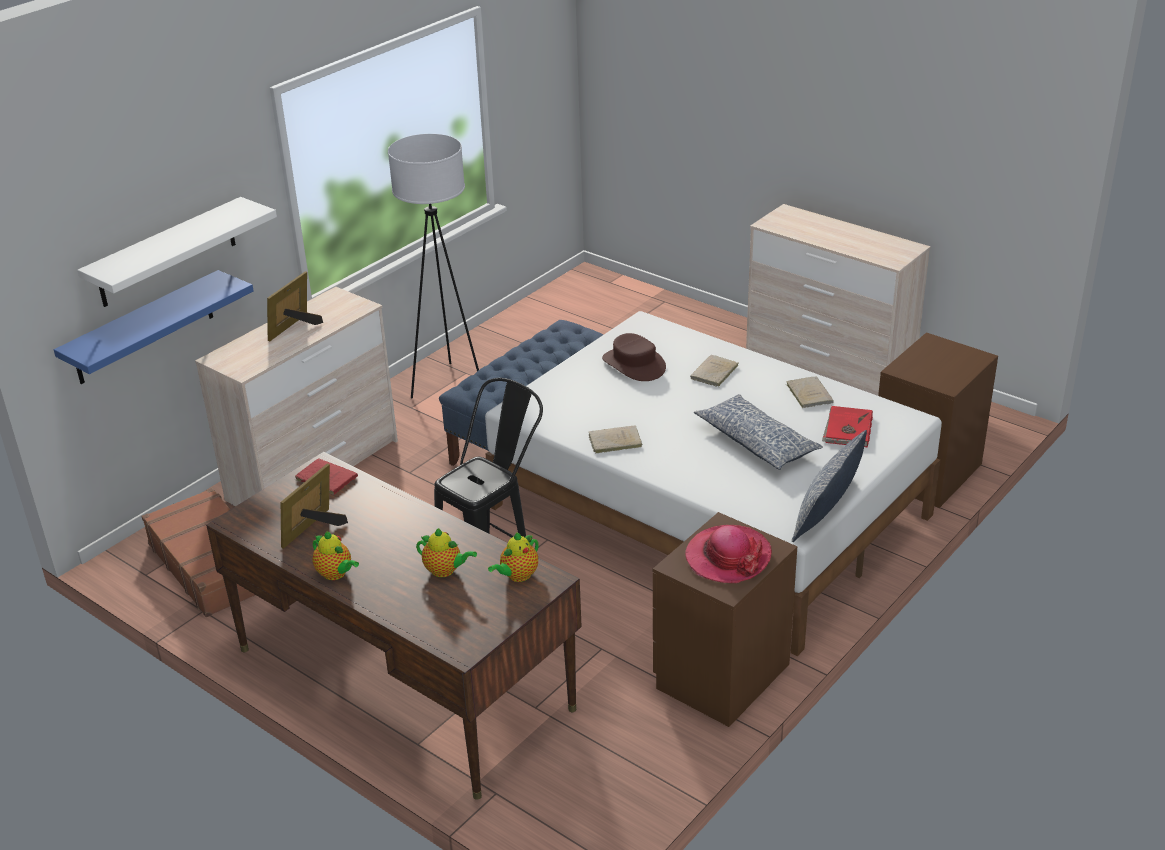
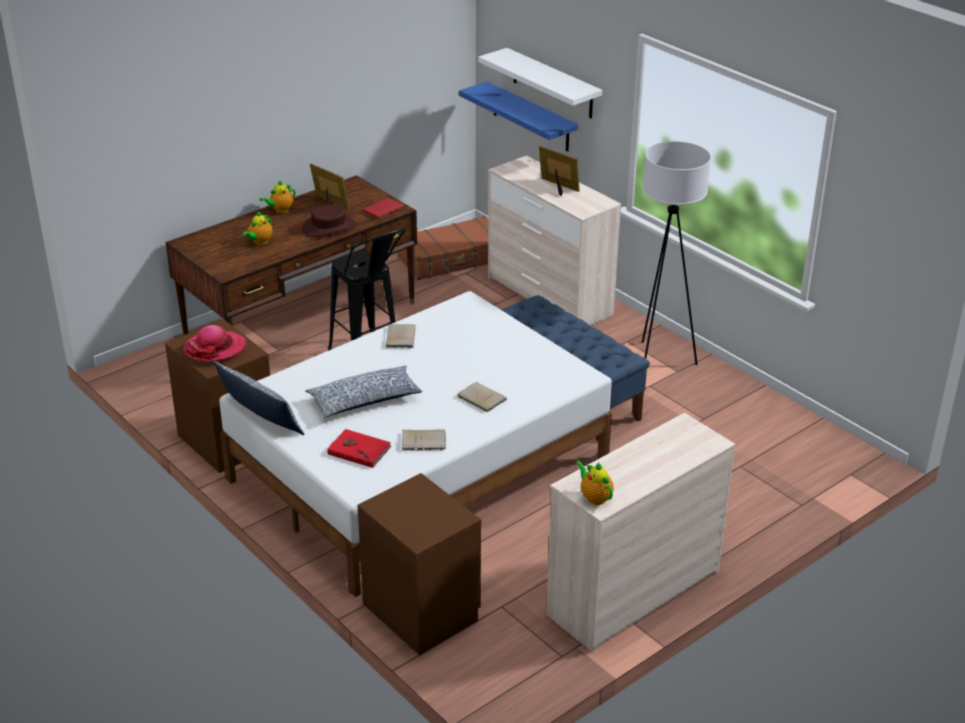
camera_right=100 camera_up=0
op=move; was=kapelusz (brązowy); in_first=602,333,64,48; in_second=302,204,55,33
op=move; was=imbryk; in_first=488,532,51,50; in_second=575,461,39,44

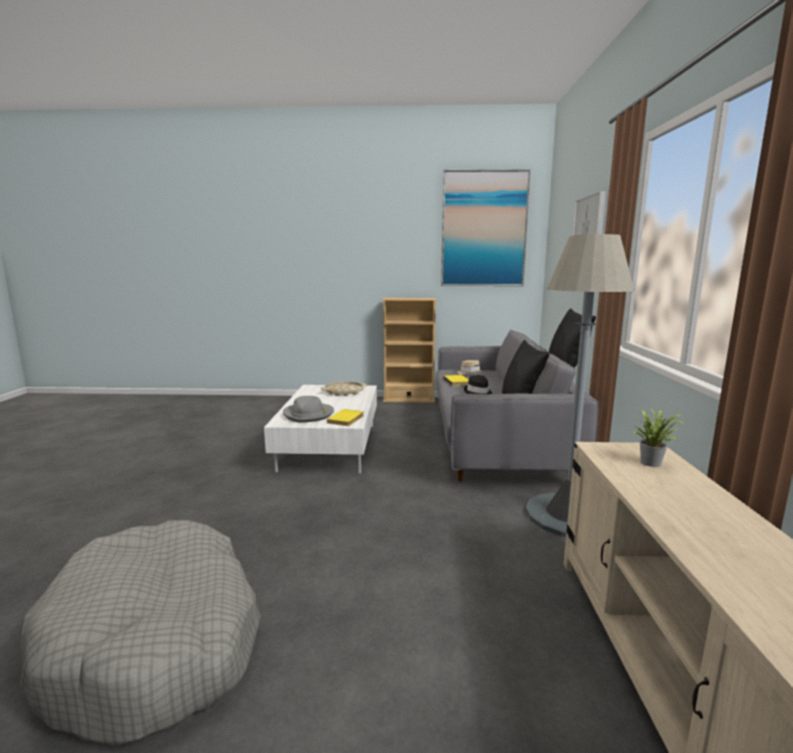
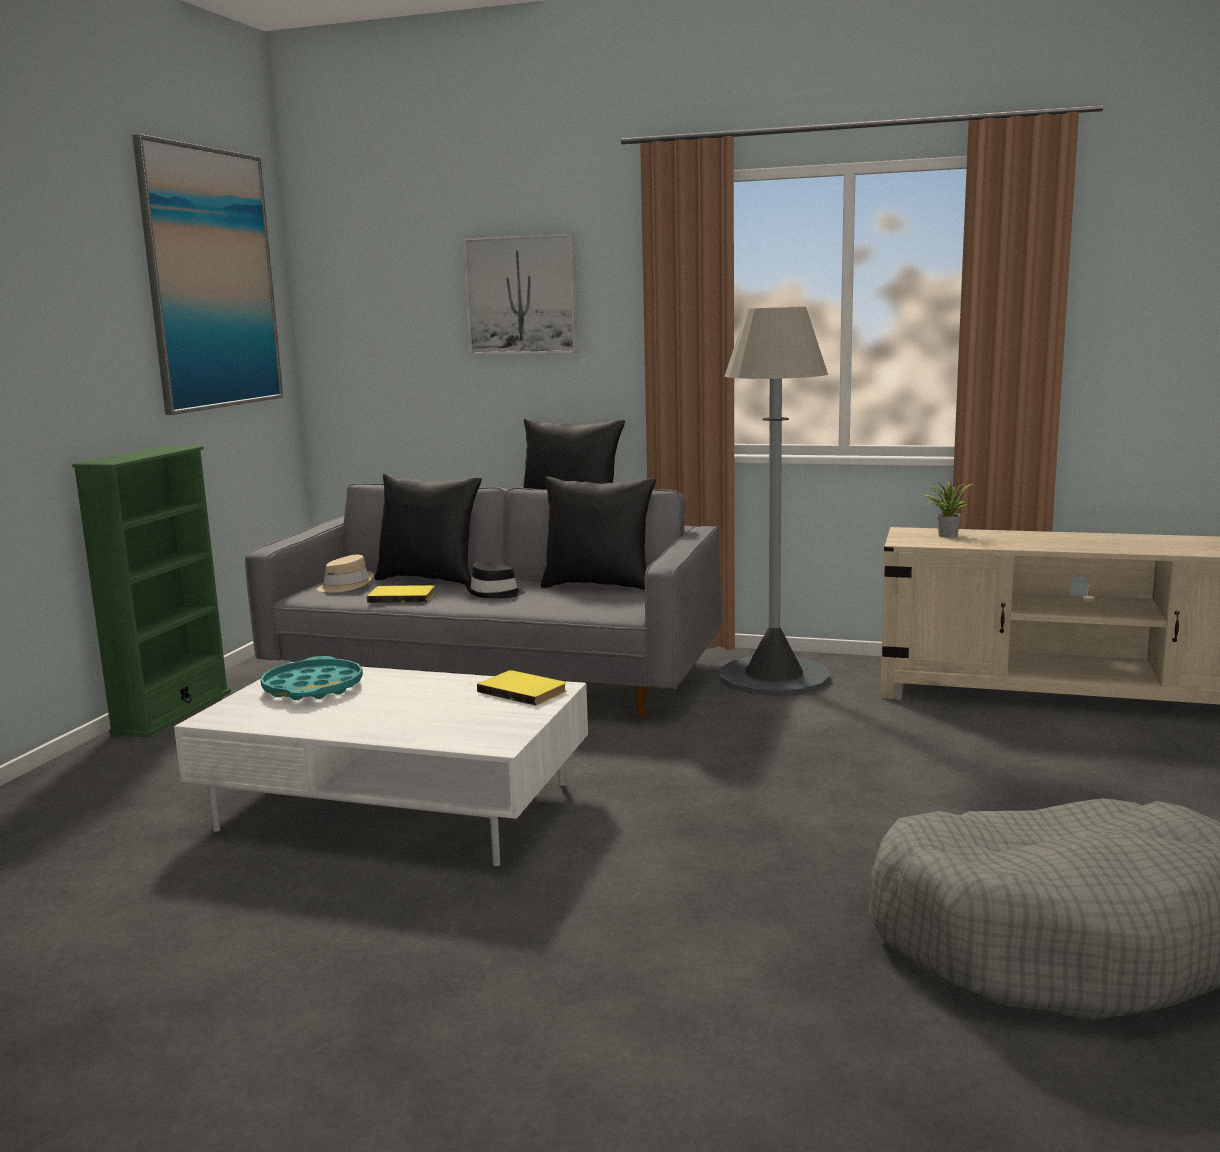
camera_right=-75 camera_up=0
op=recolor; was=regał (beżowy); now=regał (zielony); in_first=382,298,55,105; in_second=72,446,159,291
op=recolor; was=taca (beżowy); now=taca (turkusowy); in_first=321,381,46,15; in_second=260,656,103,44
op=delete; was=kapelusz (szary); in_first=283,396,51,27
op=insert; now=poduszka (czarny); in_second=374,474,108,111

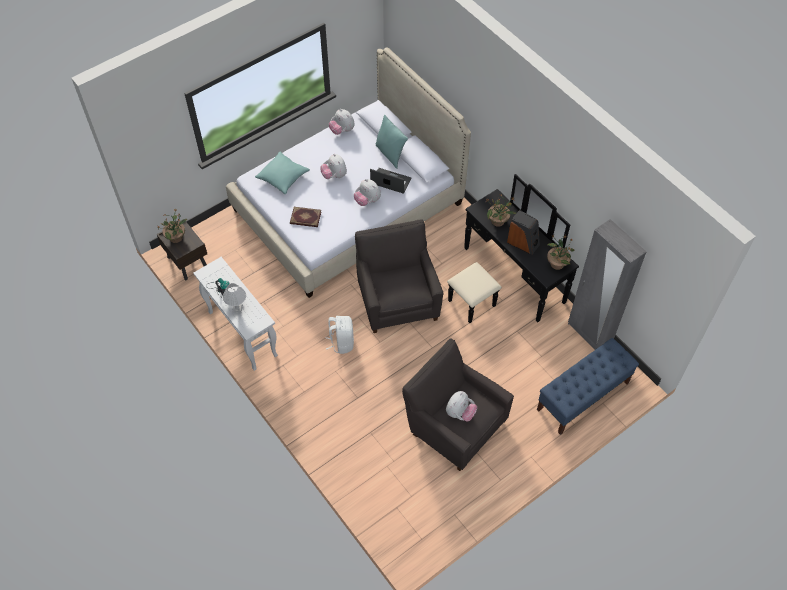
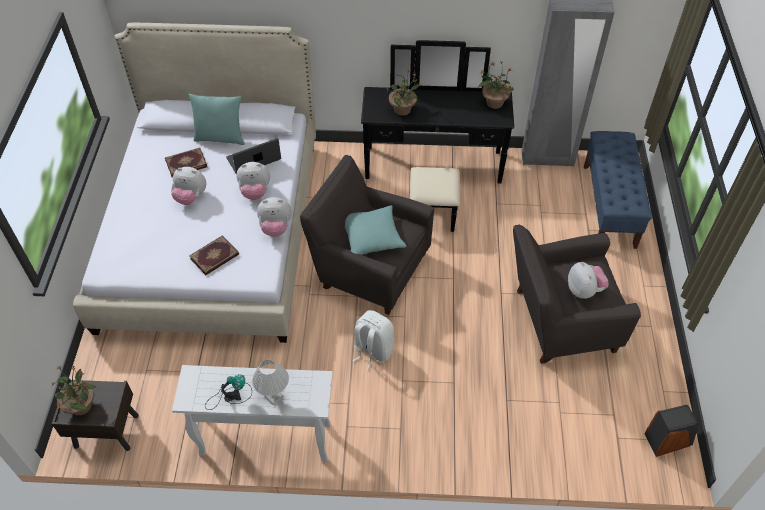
camera_right=-50 camera_up=-5
op=move; was=pluszak; in_first=329,109,26,26; in_second=257,197,35,40
op=move; was=poduszka (turkusowy); in_first=255,151,55,43; in_second=345,206,62,49
op=move; was=głośnik; in_first=507,210,33,45; in_second=644,405,55,52
op=insert; now=książka; in_second=165,148,42,29

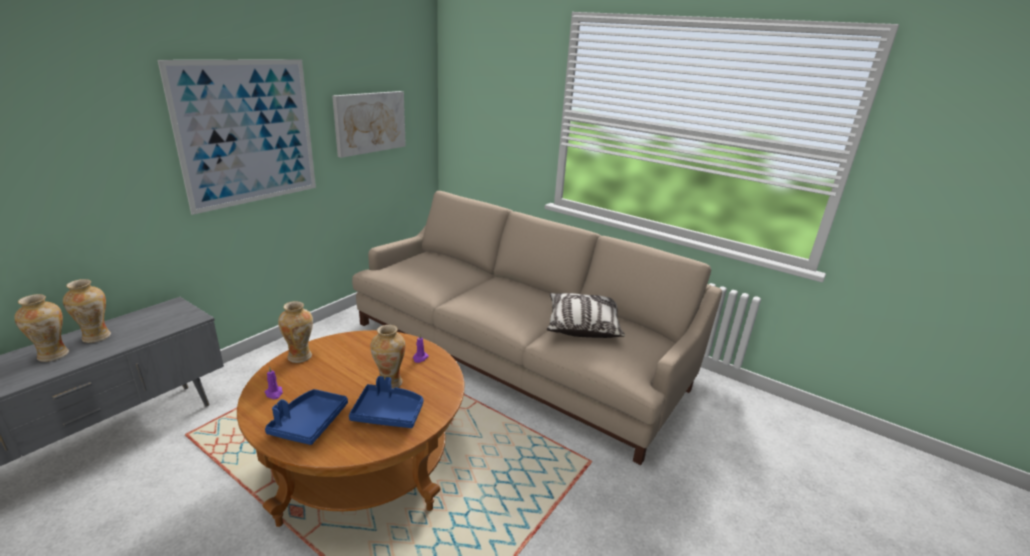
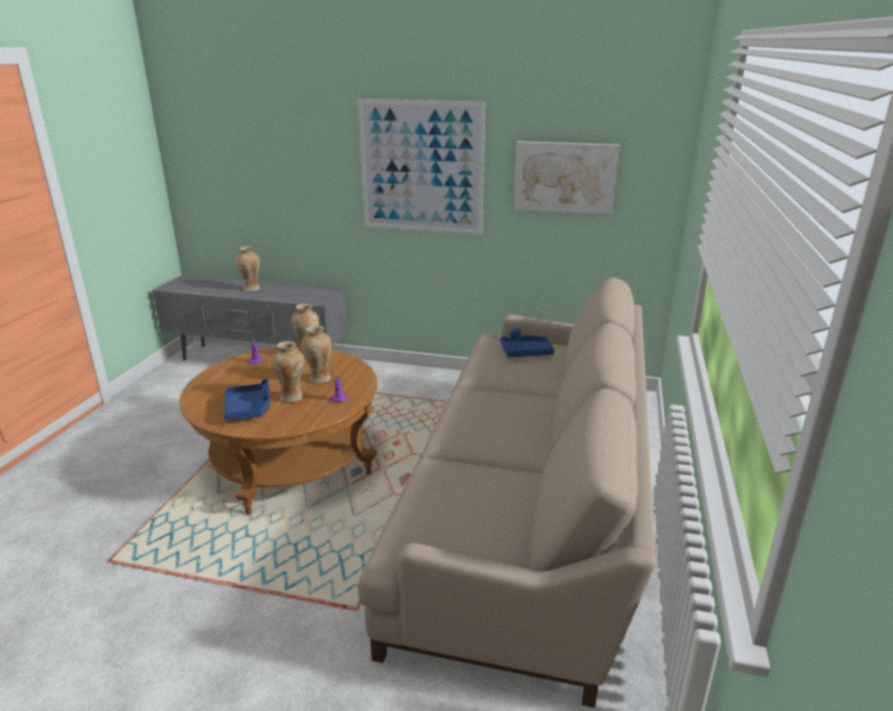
camera_right=70 camera_up=0
op=move; was=wazon; in_first=63,279,48,64; in_second=301,325,31,59
op=delete; was=poduszka; in_first=547,293,78,45
op=move; was=taca (niebieski); in_first=265,389,83,56; in_second=500,328,54,29

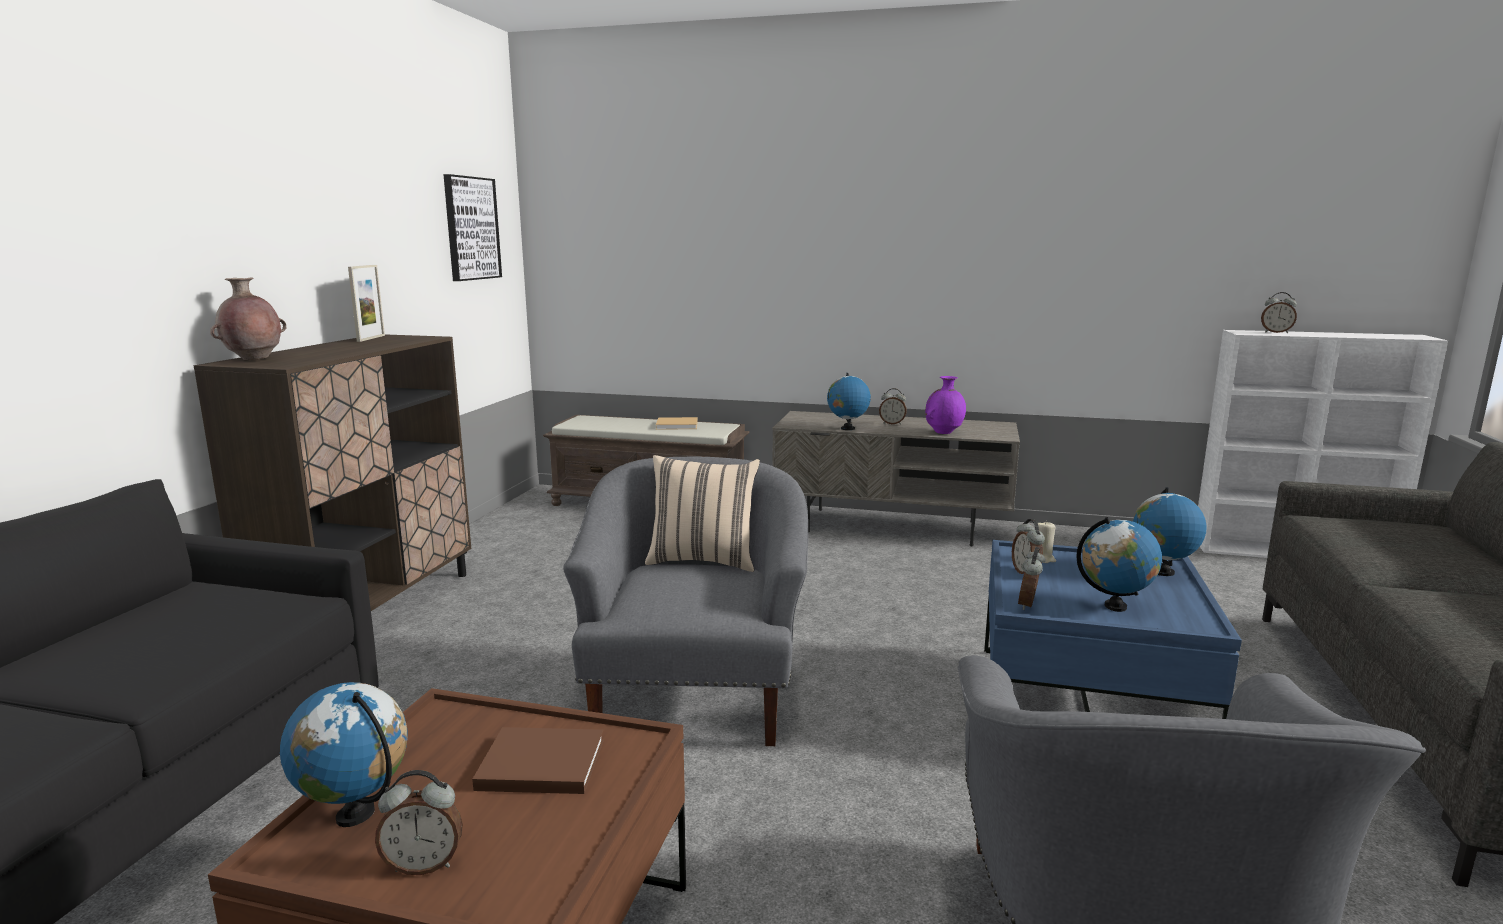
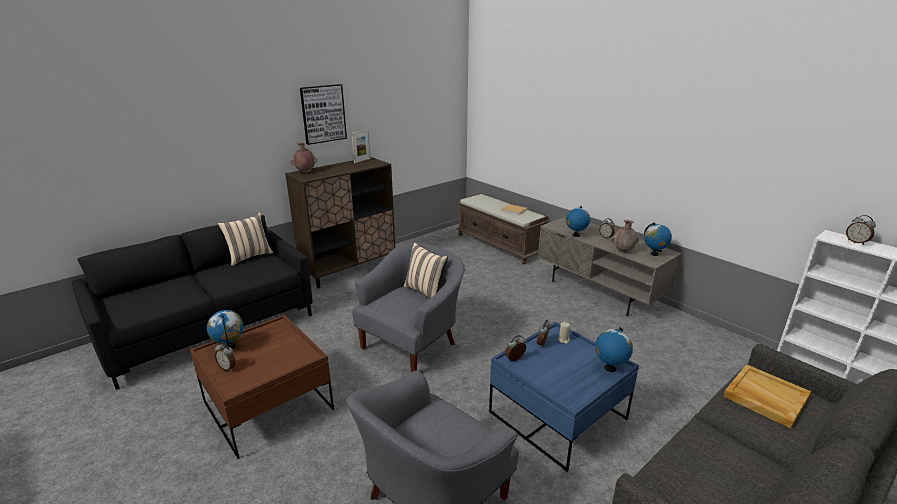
camera_right=35 camera_up=10
op=move; was=obraz; in_first=443,174,59,107; in_second=300,84,47,61
op=recolor; was=wazon (fioletowy); now=wazon (brązowy); in_first=925,376,41,58; in_second=611,220,28,32
op=move; was=globus; in_first=1076,517,86,95; in_second=644,222,28,34
op=delete; was=książka (brązowy); in_first=472,727,132,67
op=insert; now=poduszka (beżowy); in_second=218,212,55,54
op=insert; now=taca (beżowy); in_second=723,364,88,64

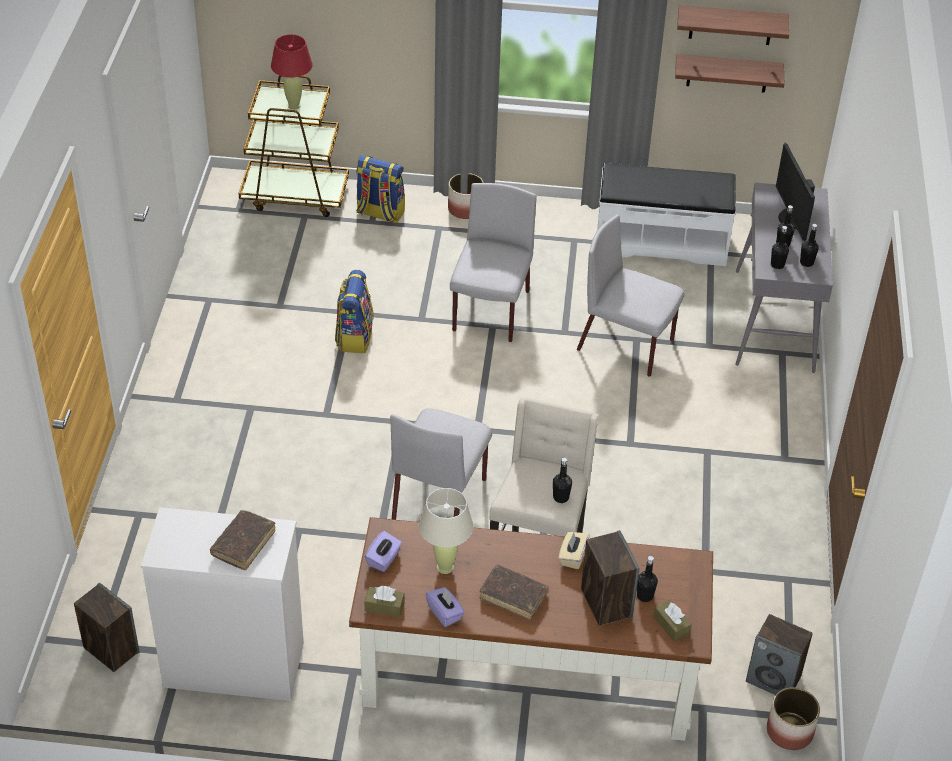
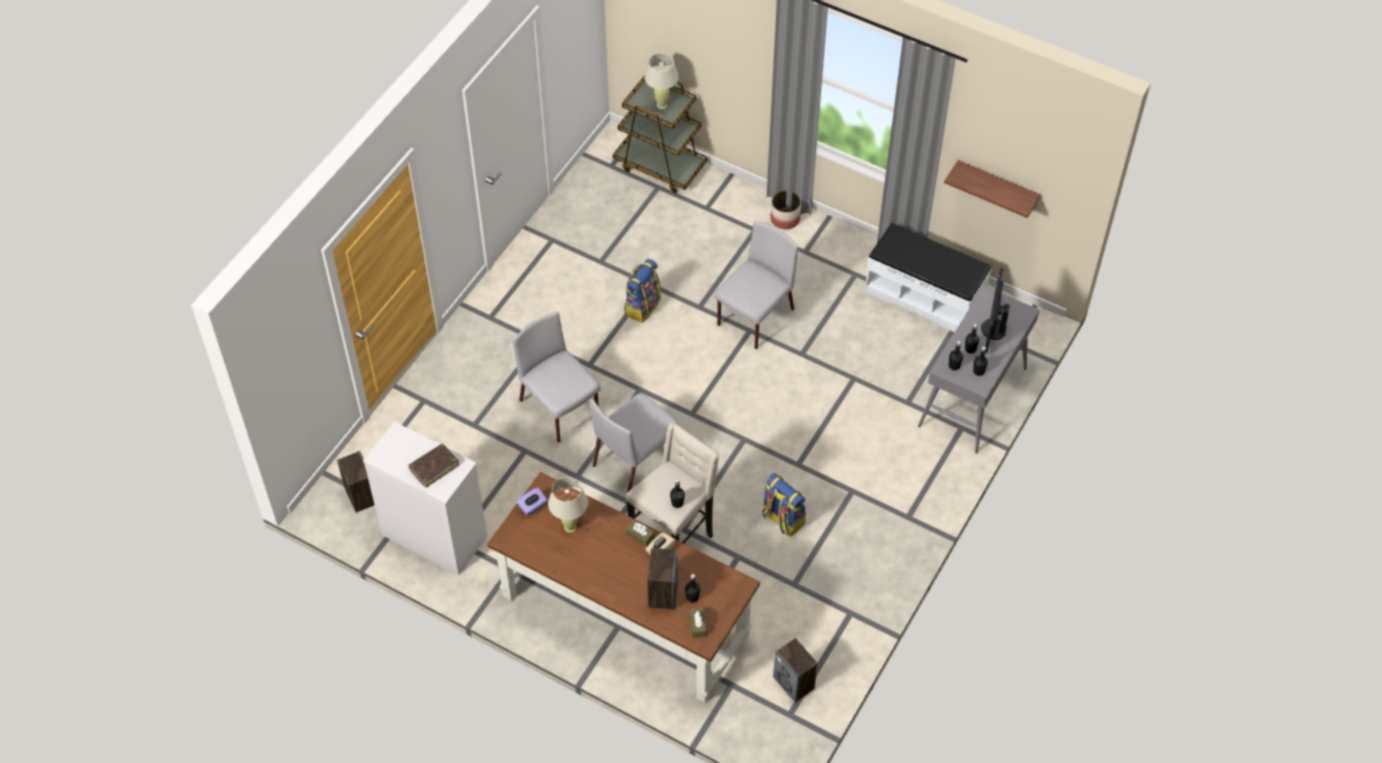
camera_right=25 camera_up=10
op=delete; was=półka; in_first=677,5,112,40
op=recolor; was=lampa stołowa (czerwony); now=lampa stołowa (beżowy); in_first=271,34,42,76; in_second=645,53,34,56
op=move; was=plecak; in_first=356,155,49,69; in_second=762,473,44,64
op=move; was=krzesło (szary); in_first=577,215,108,162; in_second=513,312,88,131
op=delete; was=książka (brązowy); in_first=479,564,70,56
op=move; was=pudełko chusteczek (brązowy); in_first=365,586,40,31; in_second=626,519,29,28
op=delete; was=pudełko chusteczek (fioletowy); in_first=426,587,39,40
op=delete; was=donica; in_first=767,687,53,63

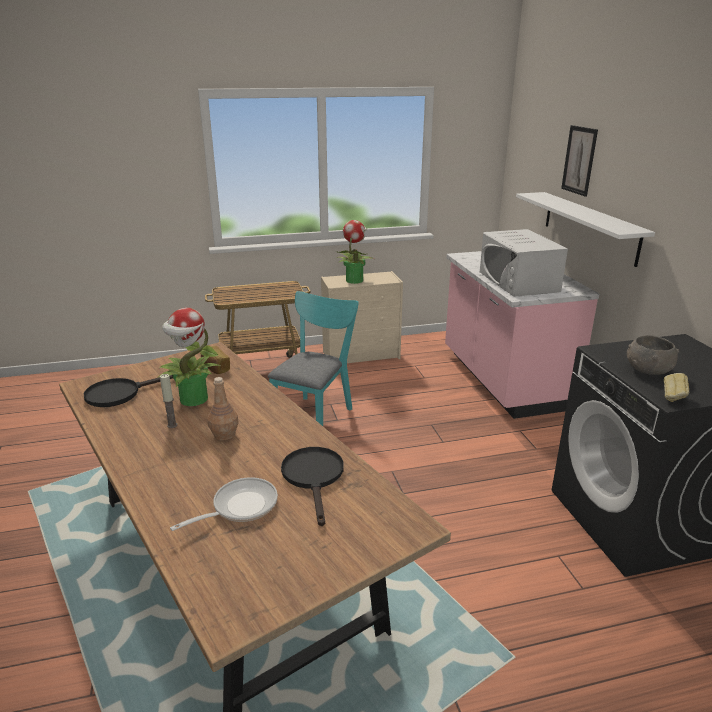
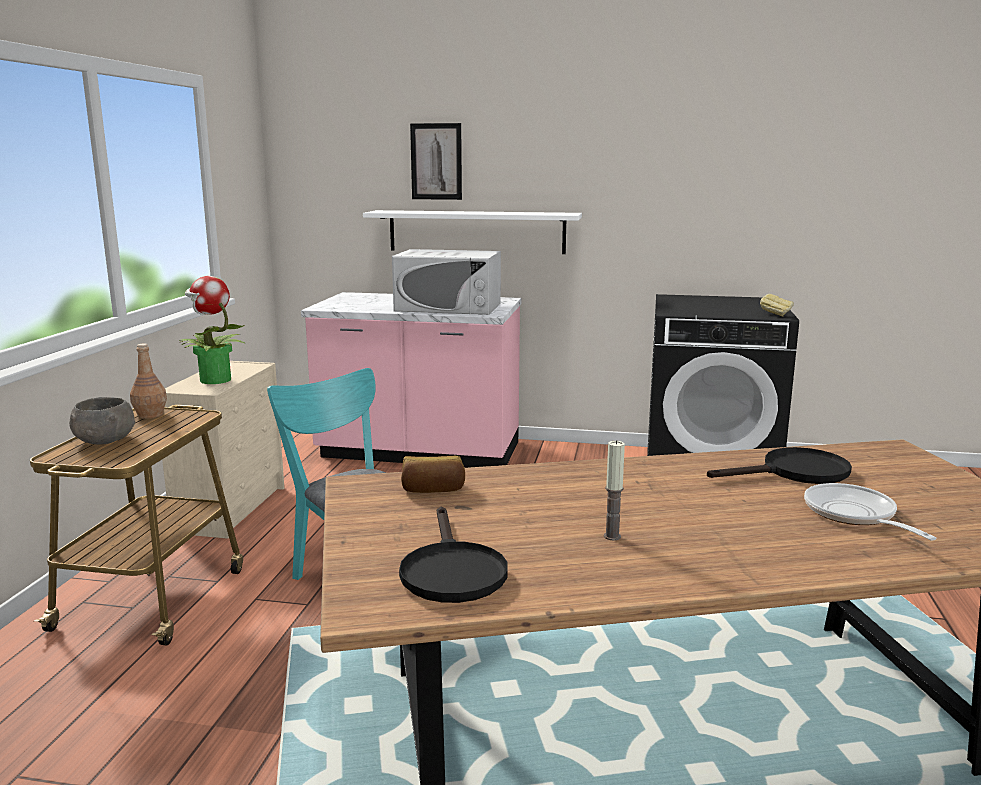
camera_right=-65 camera_up=-10
op=delete; was=roślina doniczkowa; in_first=157,308,64,98
op=move; was=miska (szary); in_first=627,335,52,40; in_second=69,397,66,48
op=move; was=butelka (brązowy); in_first=208,377,30,64; in_second=130,343,37,76
op=rotate; was=patelnia (czarny); in_first=281,447,63,79; in_second=707,447,145,37; clockwise=150

